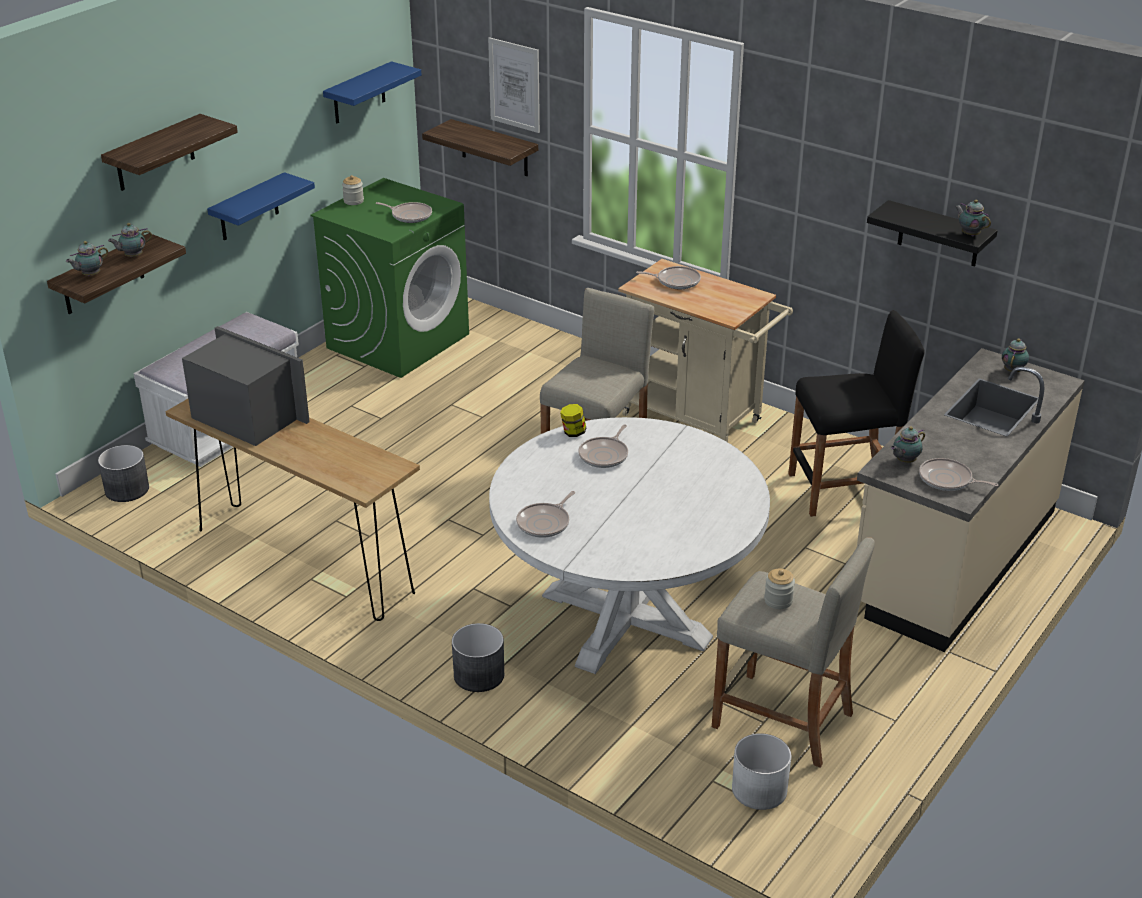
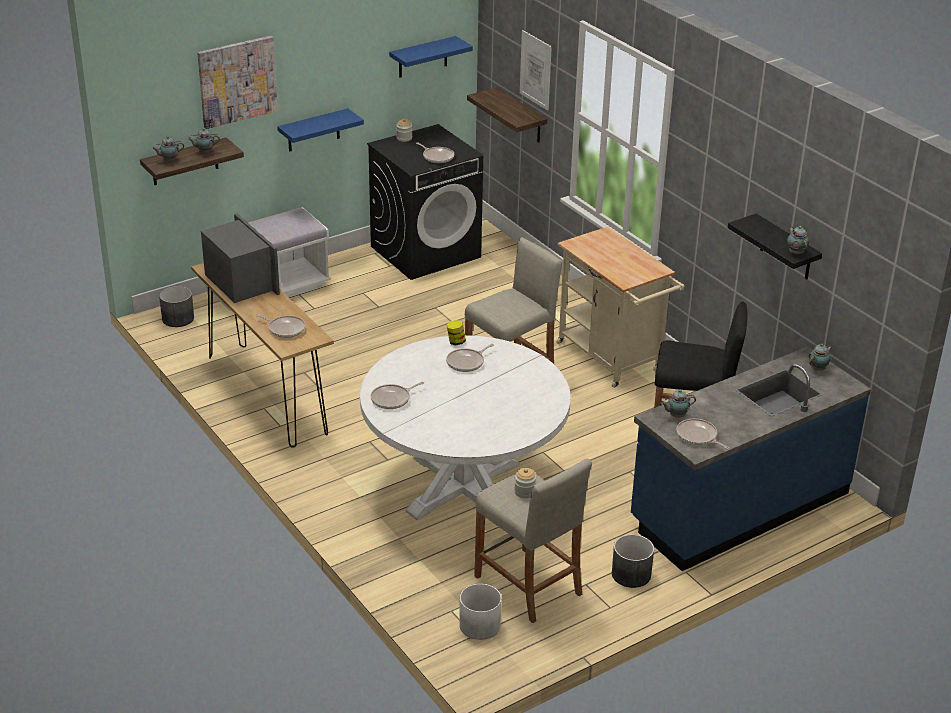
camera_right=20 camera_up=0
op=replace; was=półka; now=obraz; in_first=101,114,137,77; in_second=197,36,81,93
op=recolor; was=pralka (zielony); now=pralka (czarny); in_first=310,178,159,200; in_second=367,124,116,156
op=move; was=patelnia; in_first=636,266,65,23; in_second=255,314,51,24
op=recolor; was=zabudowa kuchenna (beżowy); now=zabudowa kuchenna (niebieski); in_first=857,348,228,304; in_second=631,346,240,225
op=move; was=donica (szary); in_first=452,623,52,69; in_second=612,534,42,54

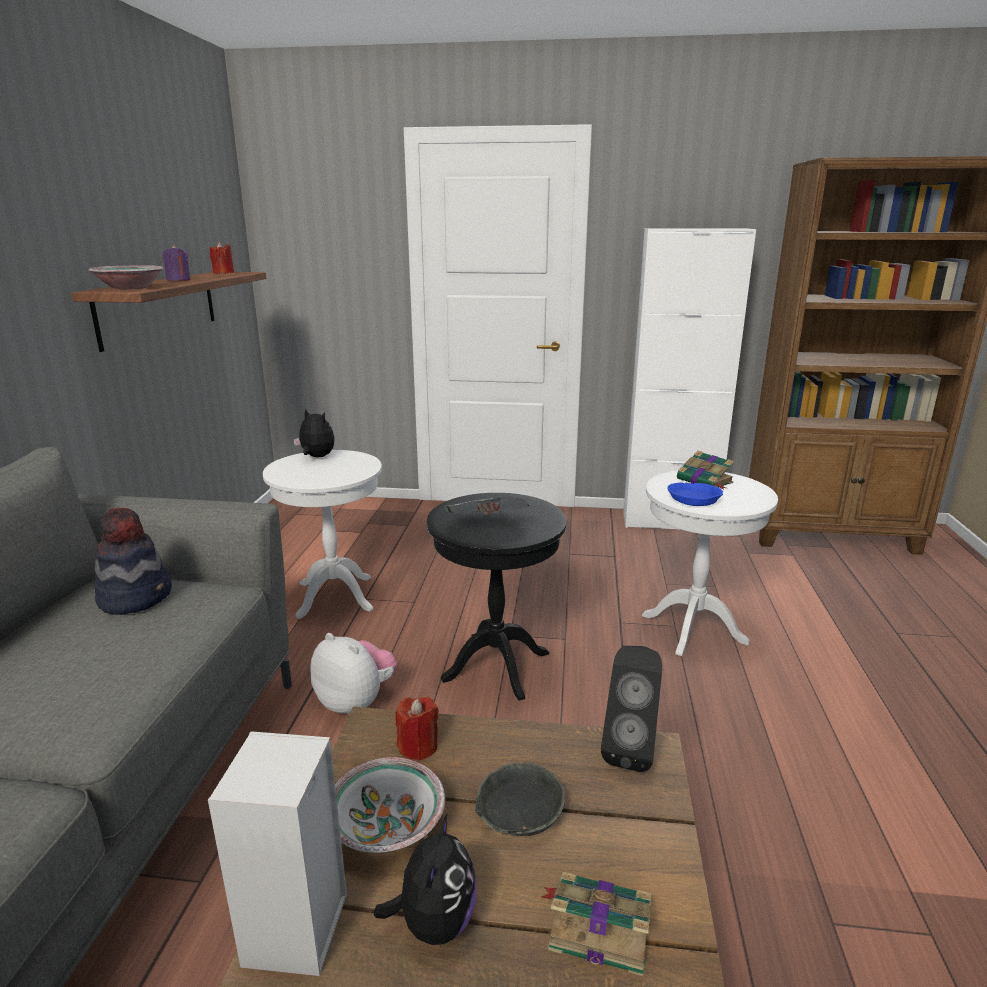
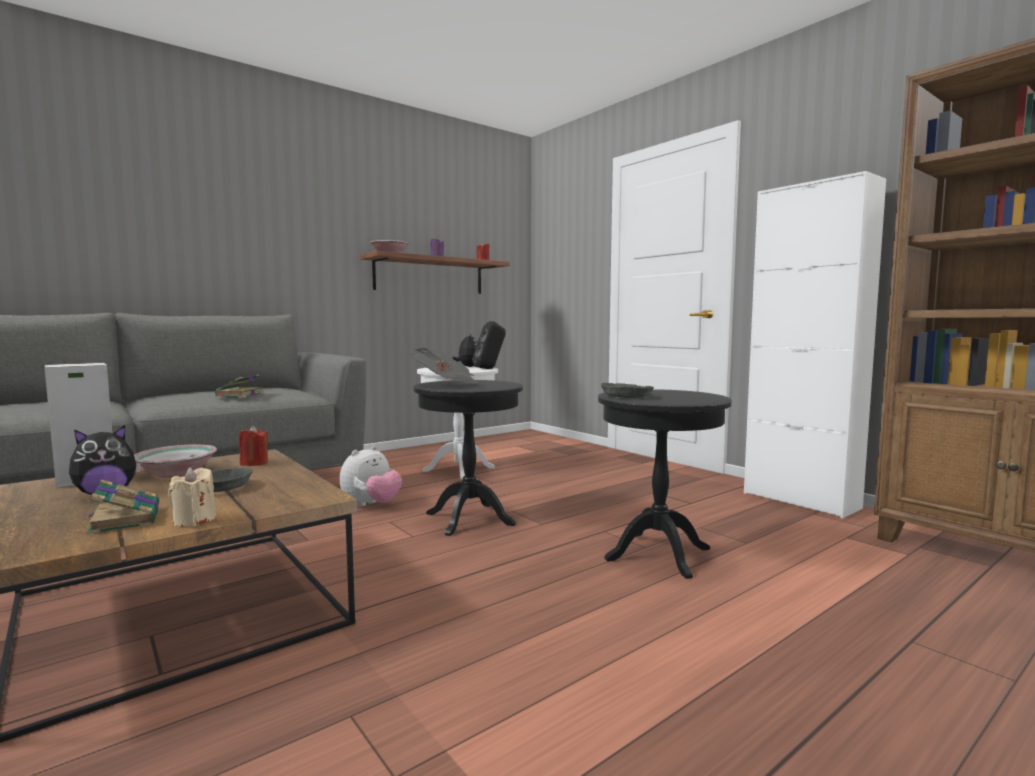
camera_right=45 camera_up=-15
op=move; was=książka; in_first=677,451,57,38; in_second=215,374,48,23
op=recolor; was=stolik (biały); now=stolik (czarny); in_first=642,470,136,186; in_second=598,389,134,190
op=recolor; was=miska (niebieski); now=miska (szary); in_first=667,482,56,24; in_second=601,383,53,15
op=delete; was=kapelusz; in_first=94,507,78,108
op=rotate; was=pluszak; in_first=310,633,87,82; in_second=340,446,62,61; clockwise=45
op=move; was=głośnik (czarny); in_first=601,646,61,126; in_second=472,321,34,48
op=insert; now=świeca (beżowy); in_second=168,467,48,60

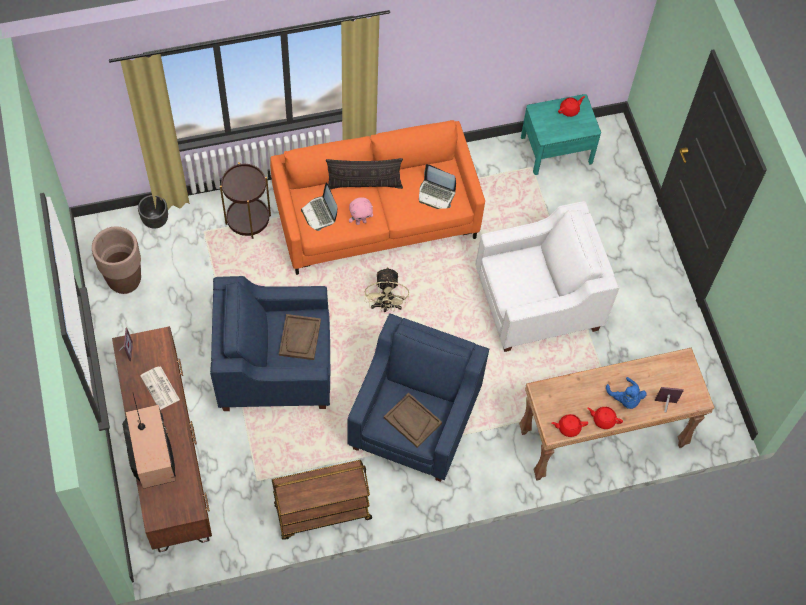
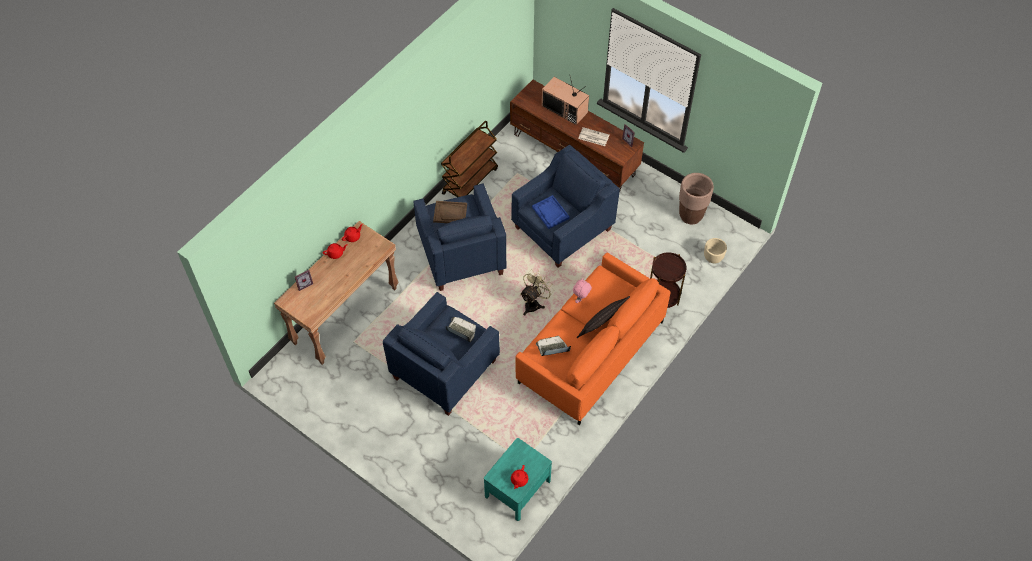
camera_right=145 camera_up=-5
op=move; was=laptop; in_first=301,182,37,49; in_second=446,317,30,25
op=recolor; was=donica (czarny); now=donica (beżowy); in_first=138,195,30,34; in_second=704,238,23,25
op=recolor; was=fotel (biały); now=fotel (niebieski); in_first=475,201,144,151; in_second=383,292,117,124
op=rotate; was=wentylator (beżowy); in_first=365,267,44,45; in_second=520,270,34,45; clockwise=75
op=recolor; was=taca (brązowy); now=taca (niebieski); in_first=279,314,42,46; in_second=532,195,38,34
op=delete; was=pluszak (niebieski); in_first=606,377,41,32

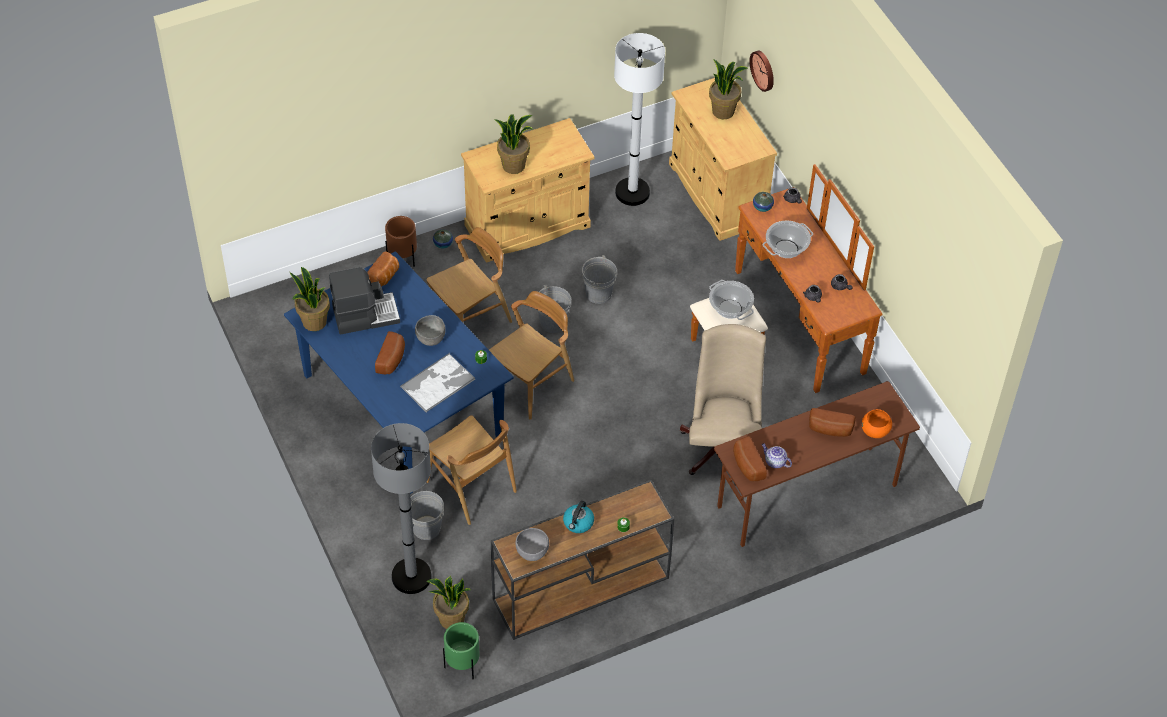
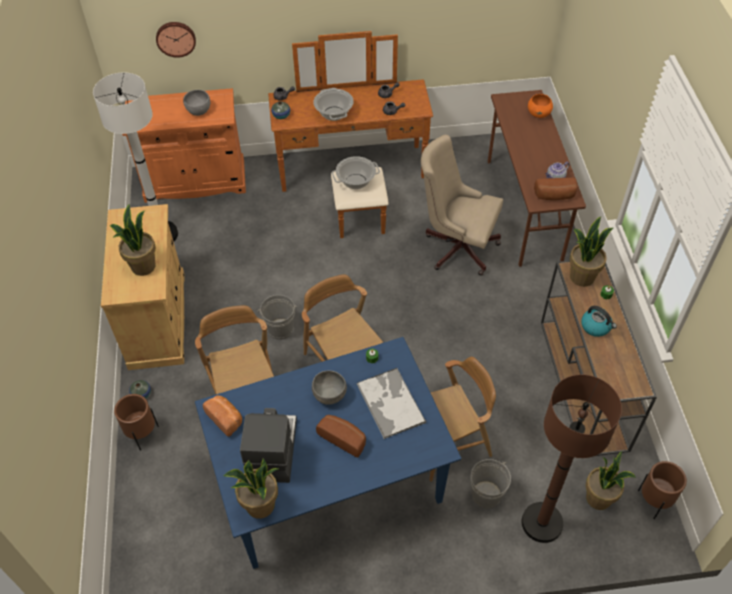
camera_right=-70 camera_up=0
op=move; was=roślina doniczkowa; in_first=709,59,39,60; in_second=569,216,44,71
op=recolor; was=szafka (beżowy); now=szafka (pomarańczowy); in_first=669,77,108,164; in_second=122,88,124,115
op=delete; was=wiadro (szary); in_first=582,255,35,49
op=delete; was=chleb; in_first=809,408,47,29
op=recolor; was=lampa stojąca (szary); now=lampa stojąca (brązowy); in_first=371,423,61,171; in_second=522,375,100,168
op=move; was=miska (szary); in_first=515,528,34,33; in_second=183,90,27,26
op=recolor; was=donica (zielony); now=donica (brązowy); in_first=443,622,36,57; in_second=638,461,49,58

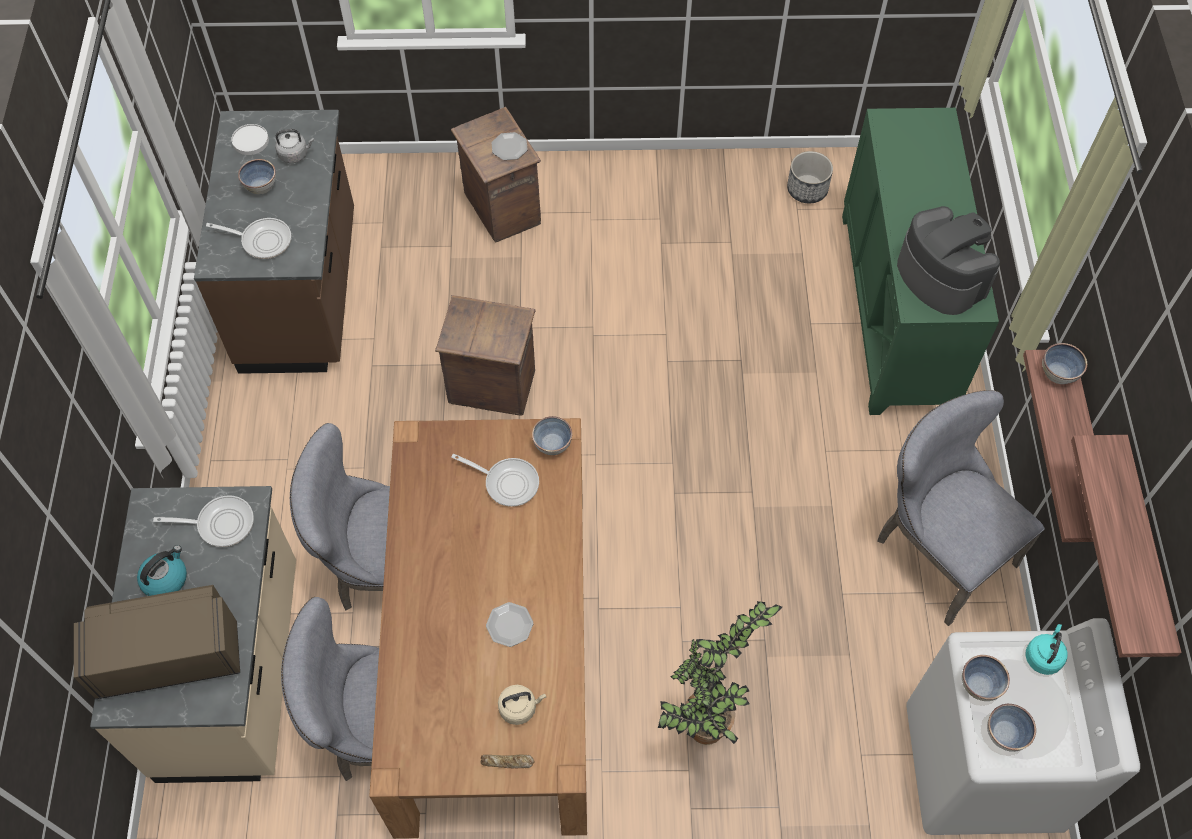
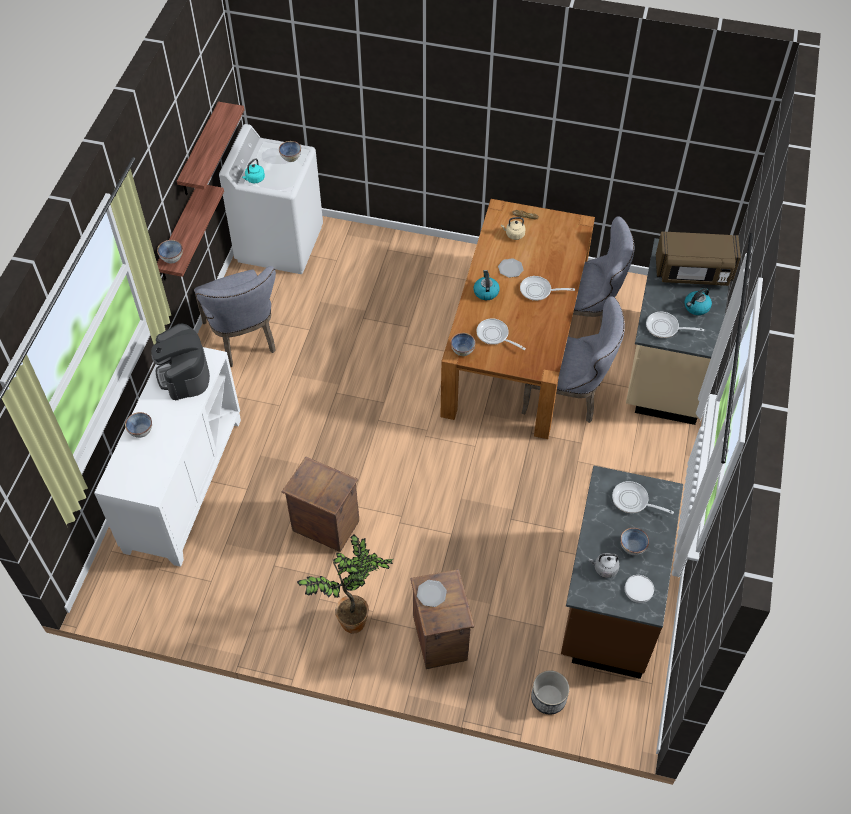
camera_right=-165 camera_up=-5
op=recolor; was=szafka (zielony); now=szafka (biały); in_first=842,108,157,307; in_second=94,347,147,220
op=move; was=donica; in_first=787,151,46,52; in_second=531,670,38,45
op=move; was=skrzynka; in_first=435,295,101,121; in_second=282,457,77,95
op=move; was=roślina doniczkowa; in_first=658,601,124,144; in_second=297,535,96,99
op=move; was=miska; in_first=962,655,48,46; in_second=125,412,27,26
op=insert; now=czajnik; in_second=473,270,27,30
op=insert; now=patelnia; in_second=520,276,55,25

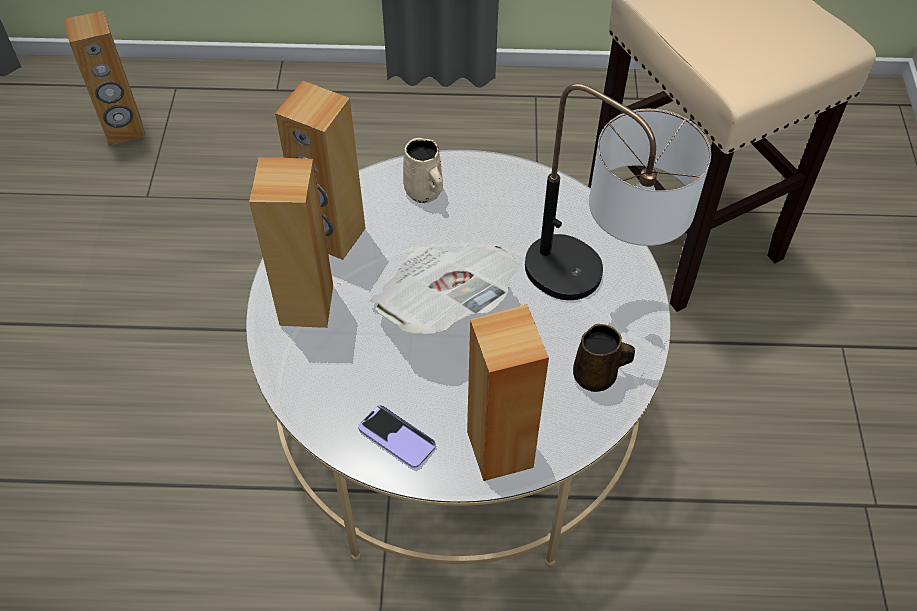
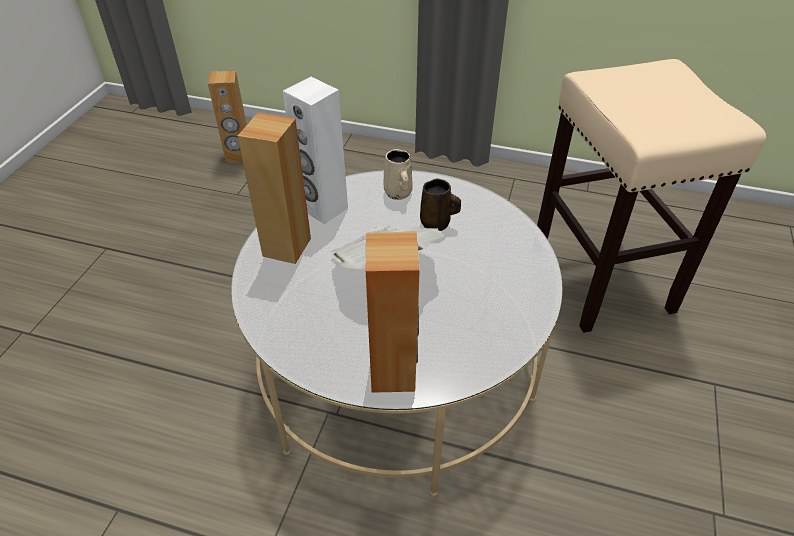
camera_right=15 camera_up=-10
op=recolor; was=głośnik (brązowy); now=głośnik (biały); in_first=275,81,91,179; in_second=283,77,65,147
op=delete; was=lampa stołowa; in_first=525,84,186,216
op=move; was=kubek (brązowy); in_first=573,324,62,68; in_second=420,179,41,52
op=delete; was=telefon; in_first=358,405,78,63

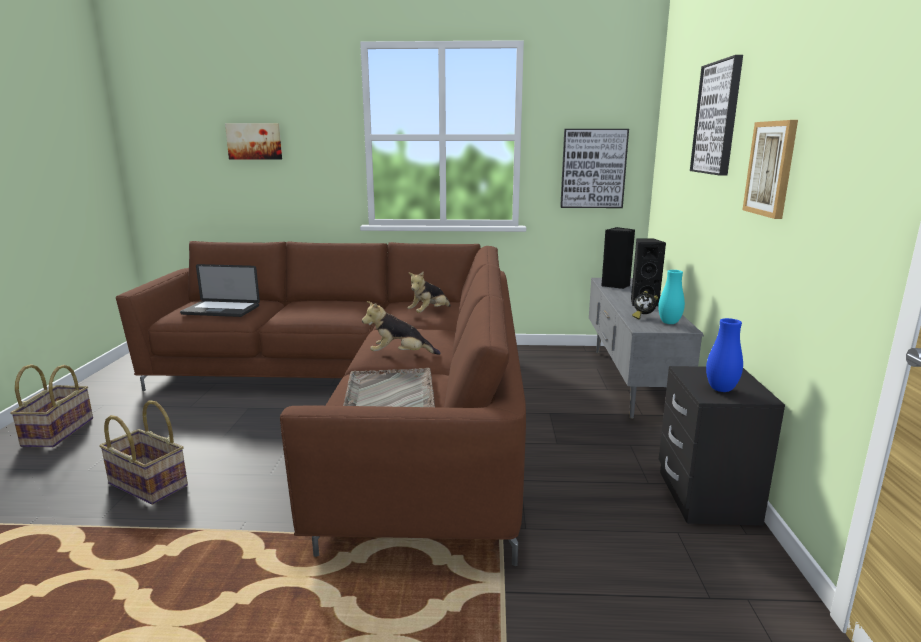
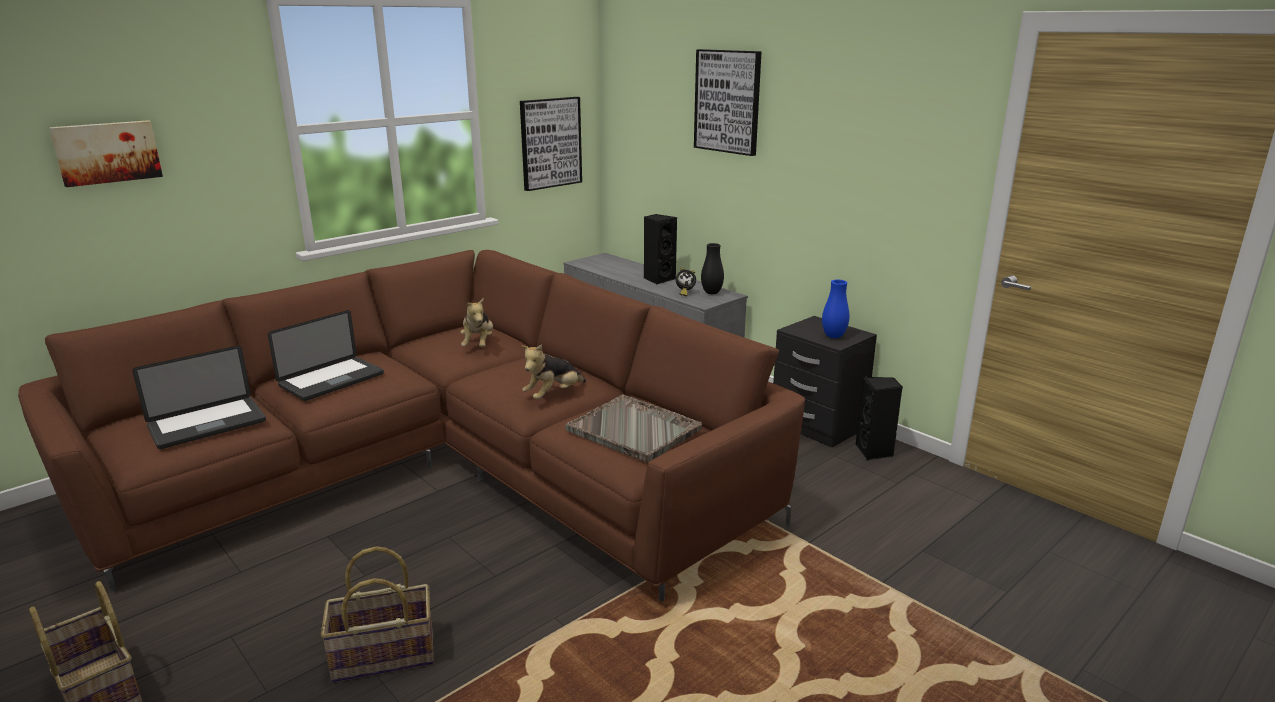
camera_right=-45 camera_up=5
op=delete; was=obraz; in_first=743,120,55,99
op=move; was=głośnik (czarny); in_first=601,227,34,62; in_second=855,376,48,85
op=recolor; was=wazon (turkusowy); now=wazon (czarny); in_first=658,270,27,54; in_second=701,243,23,51
op=insert; now=laptop; in_second=268,310,116,91

